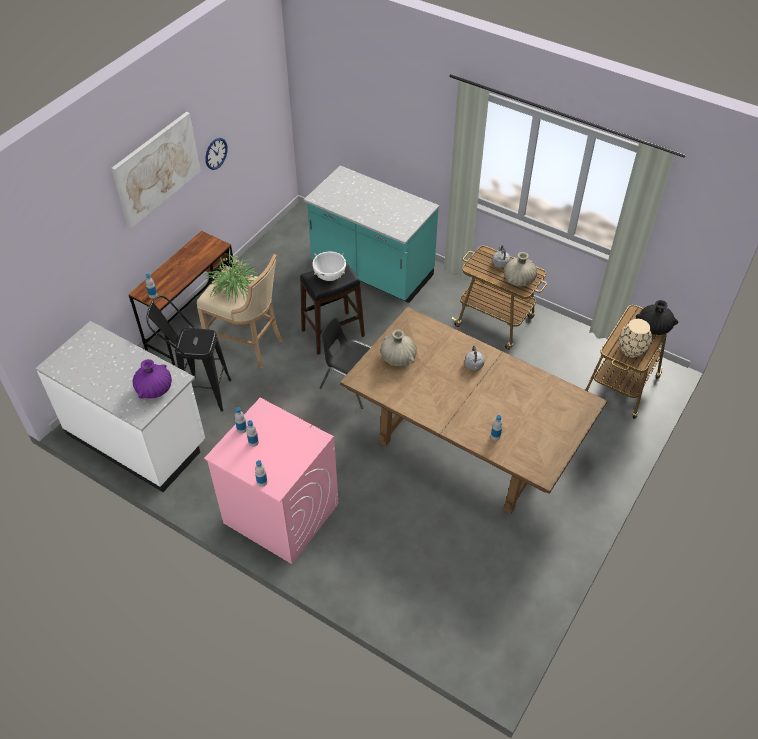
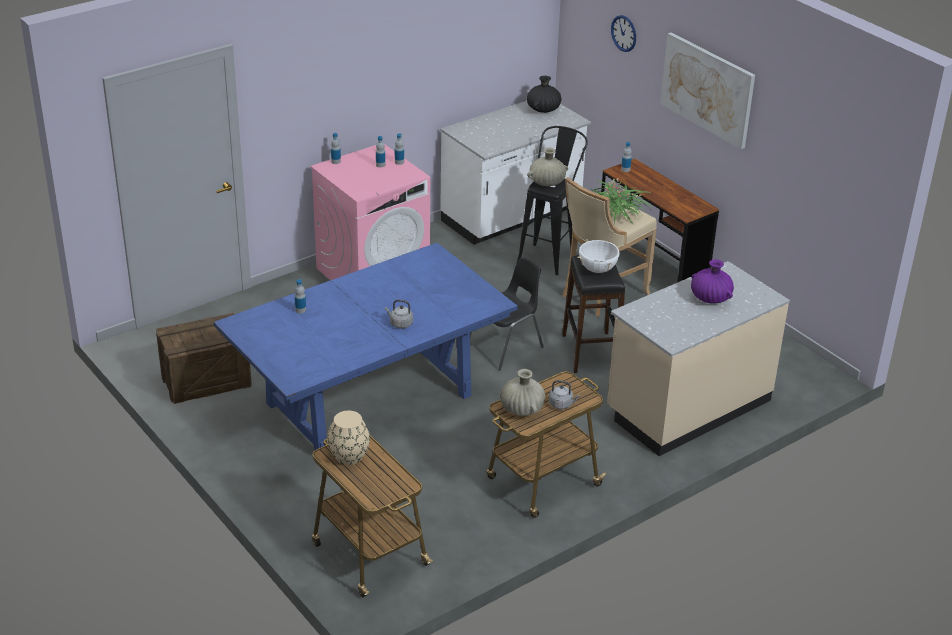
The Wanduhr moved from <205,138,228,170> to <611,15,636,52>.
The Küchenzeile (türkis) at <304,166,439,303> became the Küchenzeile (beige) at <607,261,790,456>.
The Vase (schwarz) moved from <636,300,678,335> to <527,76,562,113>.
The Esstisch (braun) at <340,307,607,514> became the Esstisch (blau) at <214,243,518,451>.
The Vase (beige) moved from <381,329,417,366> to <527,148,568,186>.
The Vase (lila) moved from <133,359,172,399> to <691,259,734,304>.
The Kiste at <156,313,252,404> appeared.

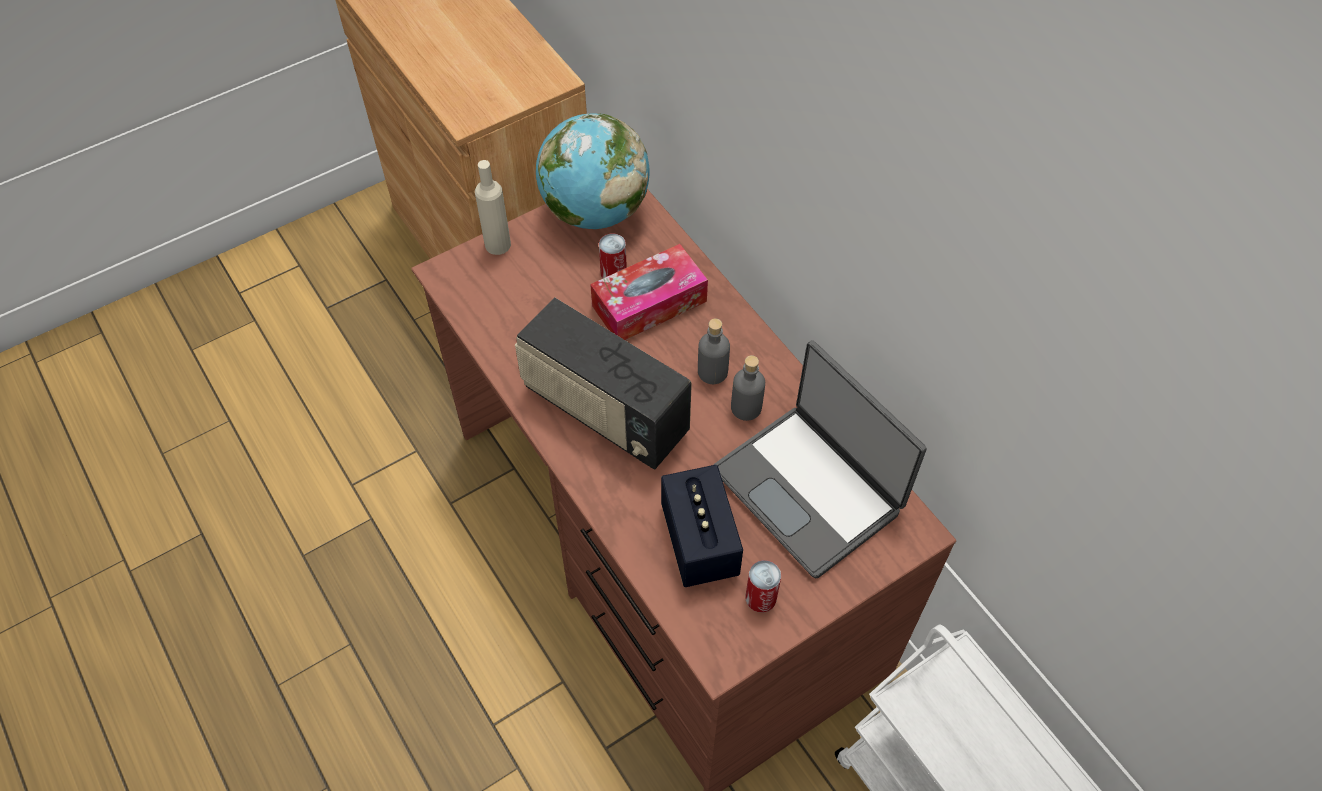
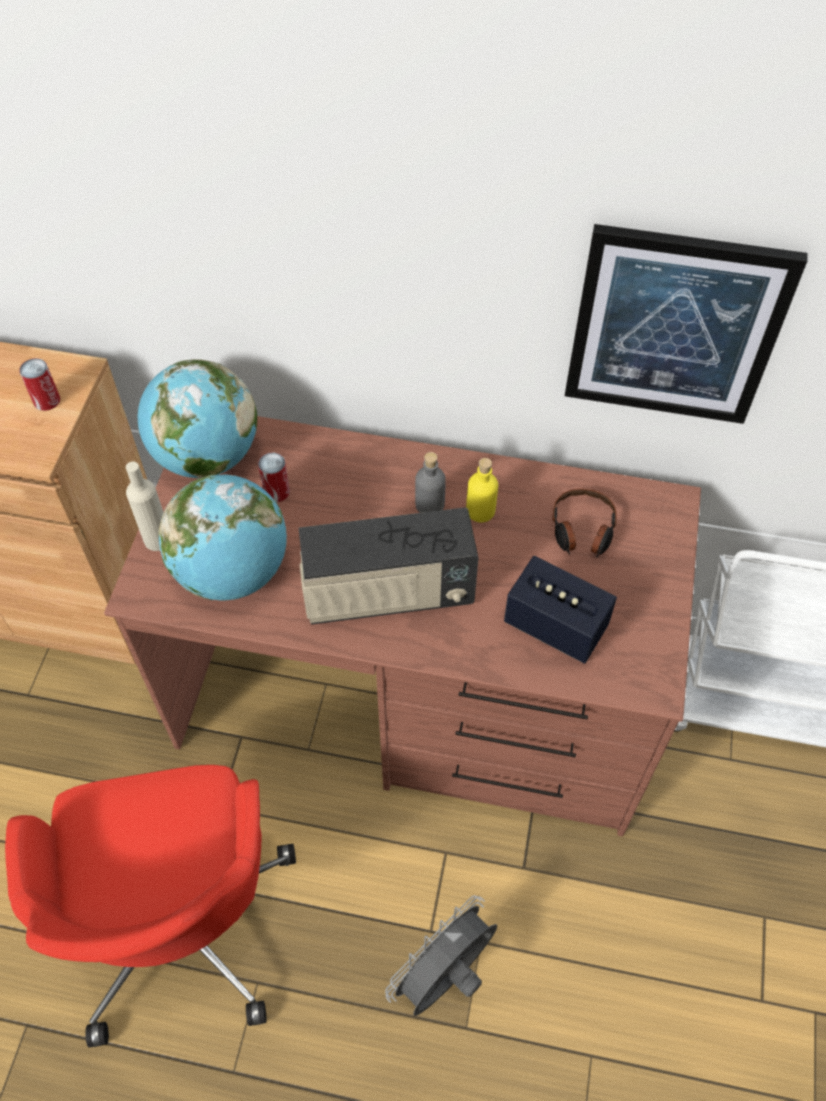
The Taschentuchbox at <590,244,708,340> disappeared.
The Laptop at <713,340,927,579> was replaced by the Kopfhörer at <552,489,617,558>.
The Flasche (grau) at <731,355,765,421> became the Flasche (gelb) at <466,458,498,522>.
The Dose moved from <746,560,781,612> to <19,358,60,411>.
The Bild at <565,224,807,424> appeared.
The Globus at <158,474,287,600> appeared.
The Bürostuhl (rot) at <5,765,296,1047> appeared.
The Ventilator (grau) at <385,895,497,1016> appeared.

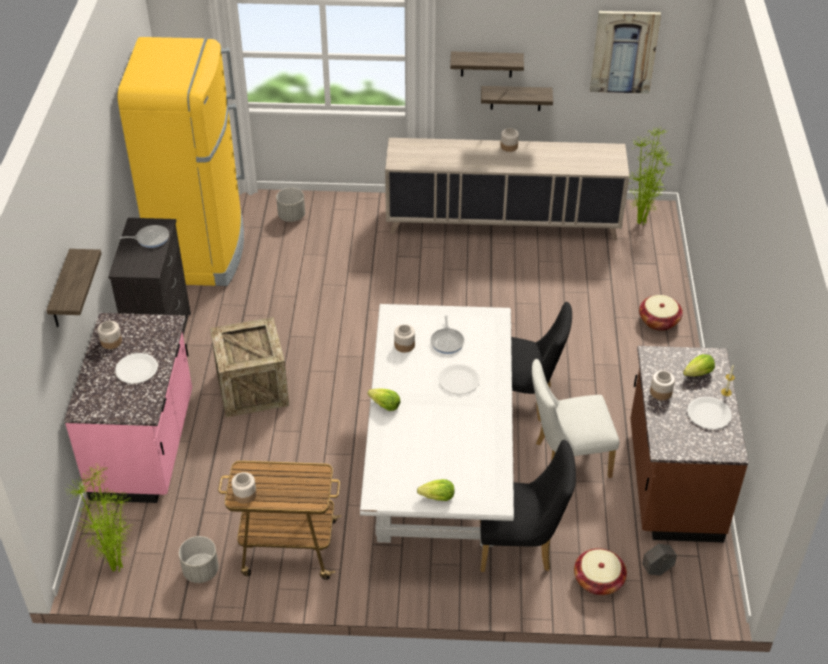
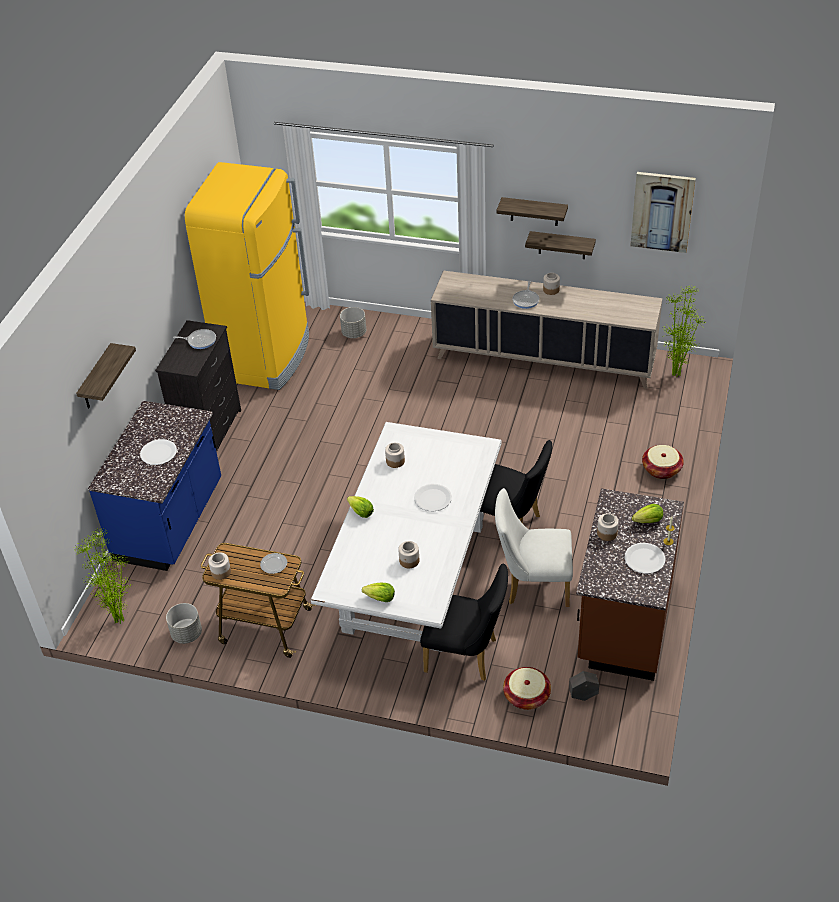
The Küchenzeile (rosa) at <64,313,192,503> became the Küchenzeile (blau) at <88,401,221,571>.
The Pfanne moved from <431,315,465,354> to <512,281,539,309>.
The Kiste at <210,317,289,417> disappeared.
The Vorratsglas moved from <97,321,122,349> to <398,541,419,568>.
The Teller at <260,553,287,574> appeared.

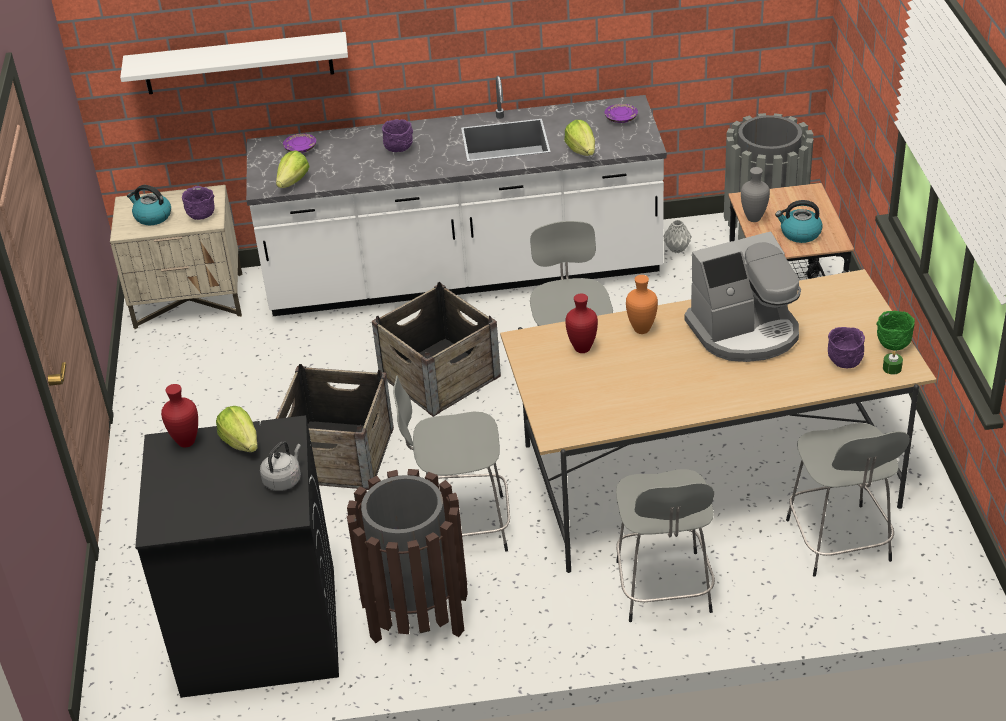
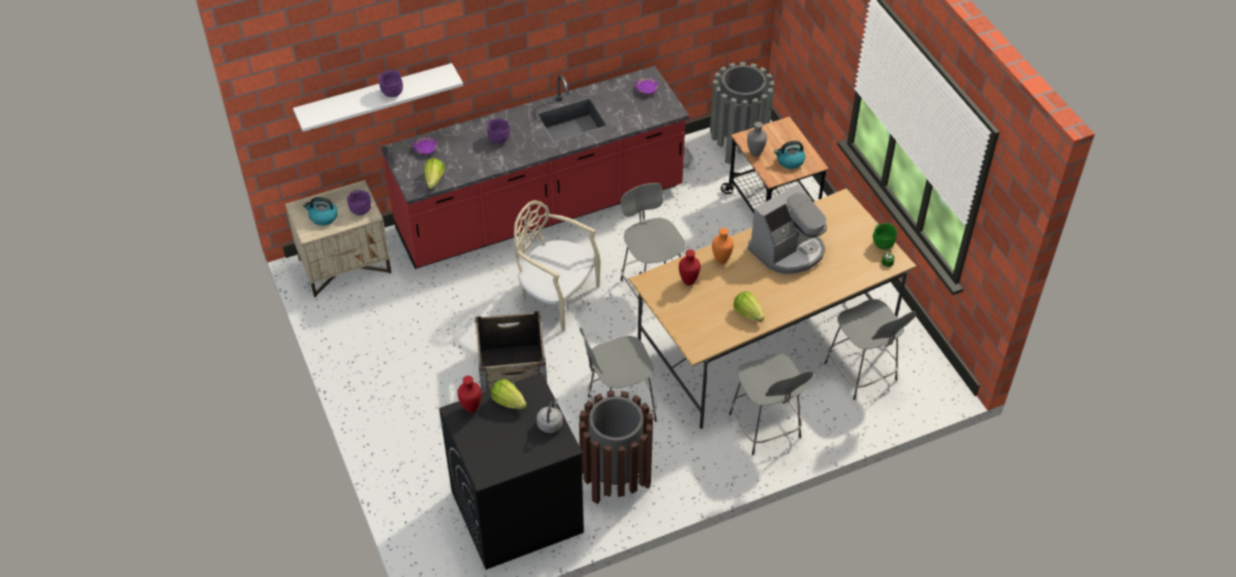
The Küchenzeile (weiß) at <246,76,667,316> became the Küchenzeile (rot) at <380,66,689,269>.
The Salatkopf moved from <564,120,595,156> to <733,291,764,322>.
The Kiste at <372,282,501,417> was replaced by the Stuhl (beige) at <514,200,601,331>.
The Schüssel (lila) moved from <828,327,865,368> to <378,70,403,97>.

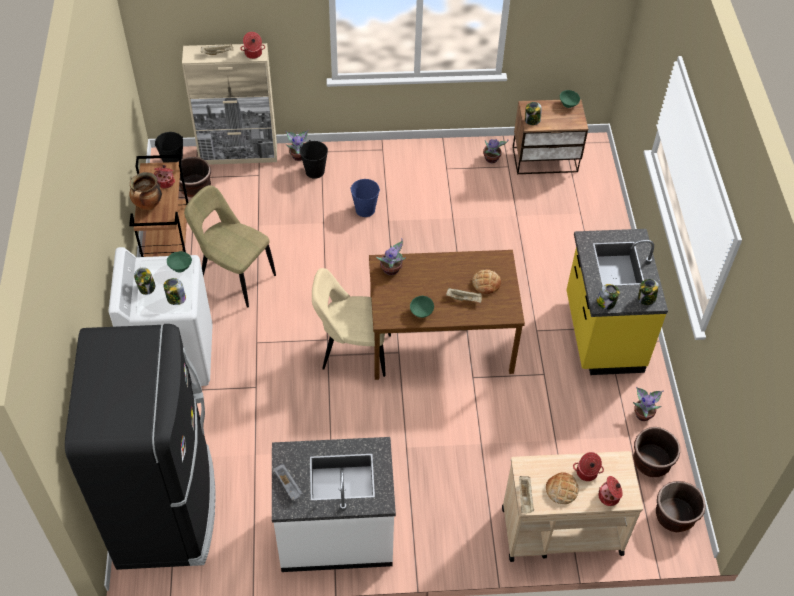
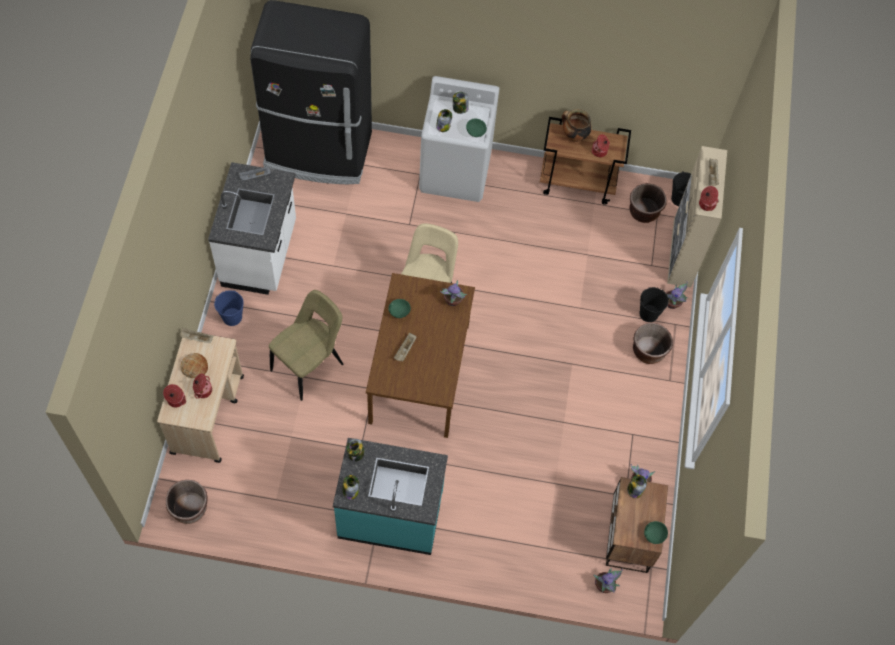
The Eimer (blau) moved from <350,179,380,217> to <214,290,244,326>.
The Stuhl (beige) moved from <184,185,276,307> to <269,290,343,401>.
The Küchenzeile (gelb) at <567,229,668,375> became the Küchenzeile (türkis) at <333,438,448,555>.
The Brot at <472,269,501,294> disappeared.
The Topfpflanze moved from <633,387,664,421> to <594,568,623,593>.
The Pflanzkübel (braun) moved from <633,427,680,477> to <633,323,673,364>.

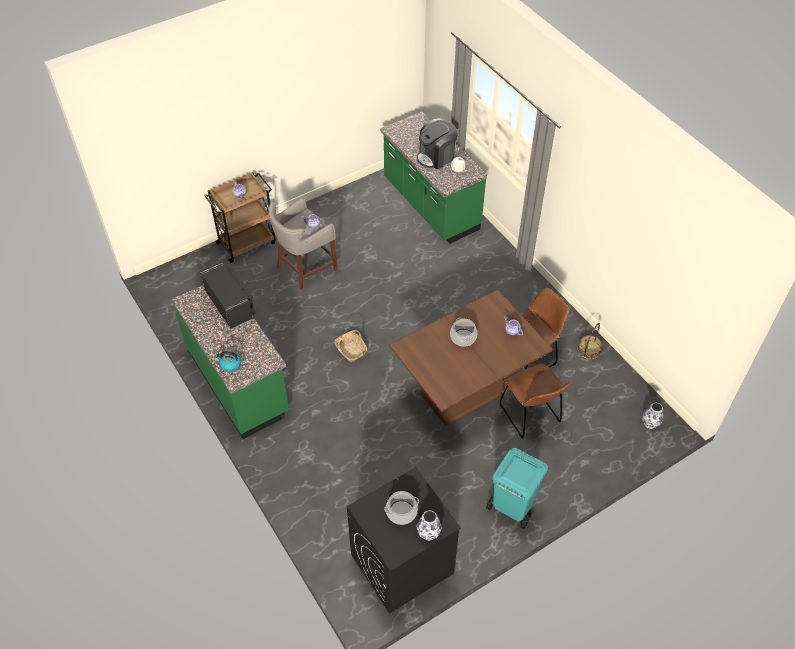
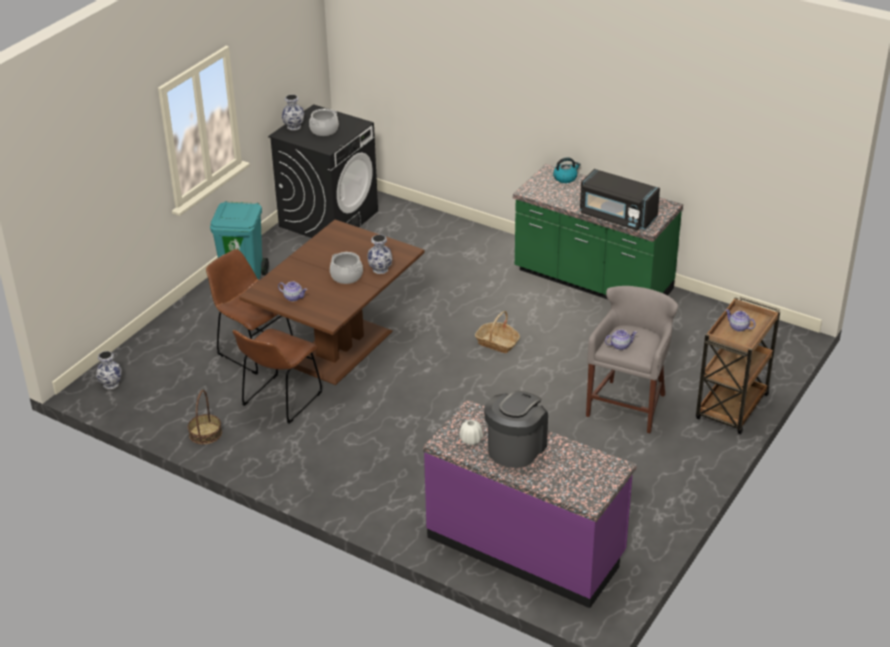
The Küchenzeile (grün) at <380,111,487,244> became the Küchenzeile (lila) at <423,400,637,608>.
The Vase at <367,235,392,274> appeared.

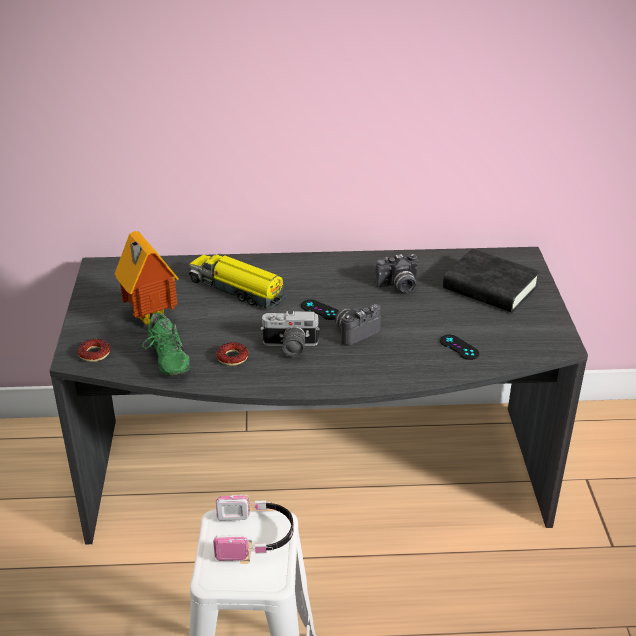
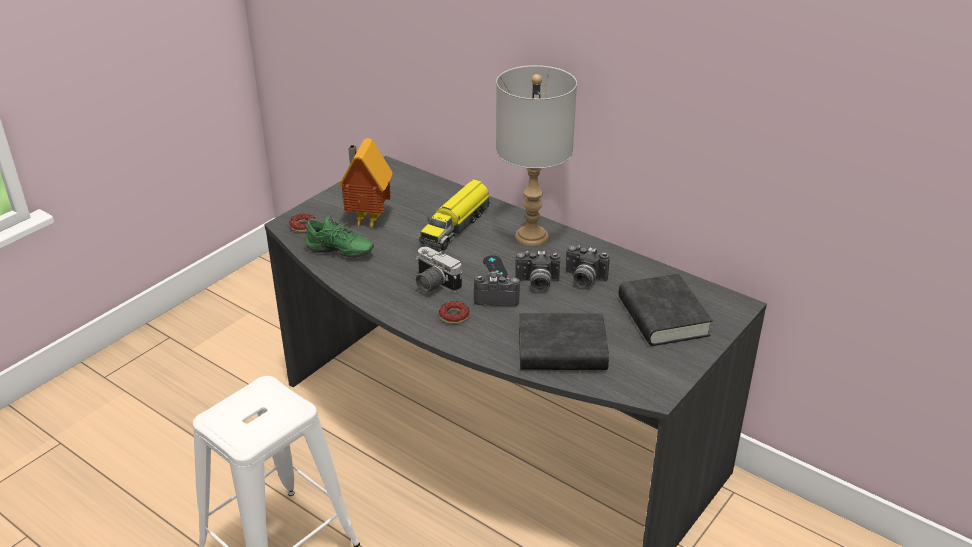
The Spielzeuglaster at <189,254,287,309> turned 135 degrees counterclockwise.
The Schuh (grün) at <142,313,190,376> turned 90 degrees counterclockwise.
The Gamepad (schwarz) at <440,334,479,360> was replaced by the Buch (schwarz) at <519,313,609,370>.
The Donut moved from <217,342,248,366> to <439,301,470,324>.
The Kopfhörer at <213,495,294,561> disappeared.
The Tischlampe (grau) at <496,65,577,246> appeared.
The Kamera at <515,251,560,291> appeared.

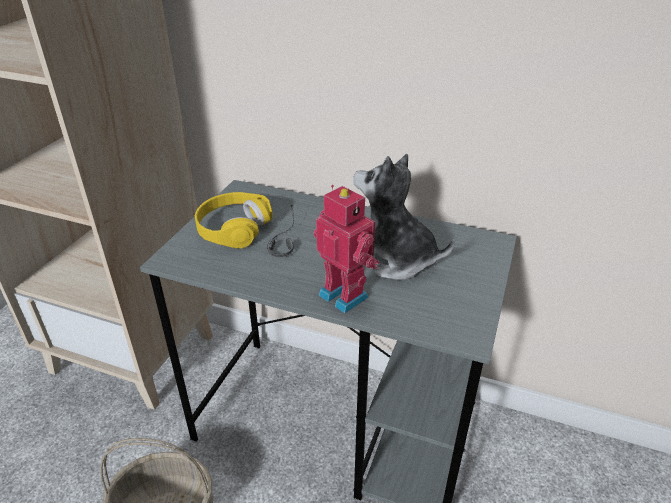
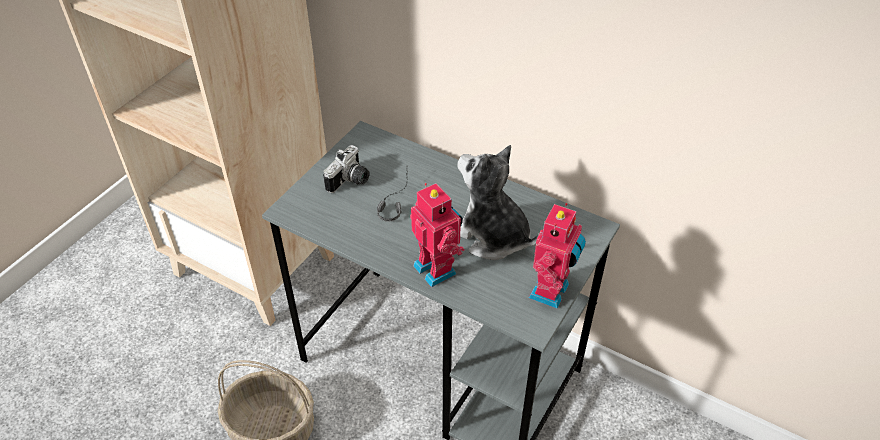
The Kopfhörer (gelb) at <195,192,273,248> was replaced by the Kamera at <323,145,370,193>.
The Spielzeugroboter at <529,203,586,309> appeared.

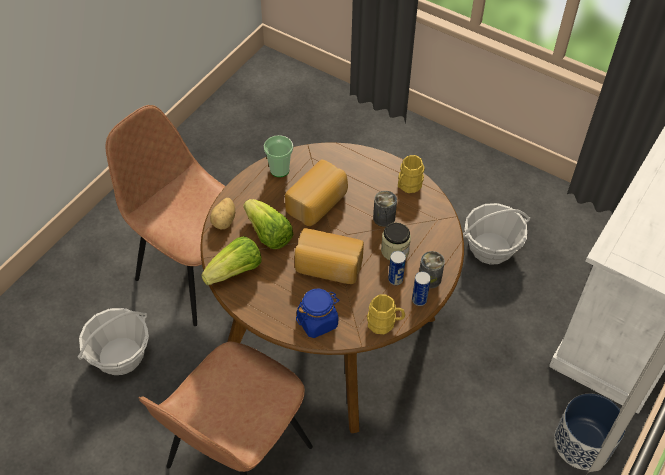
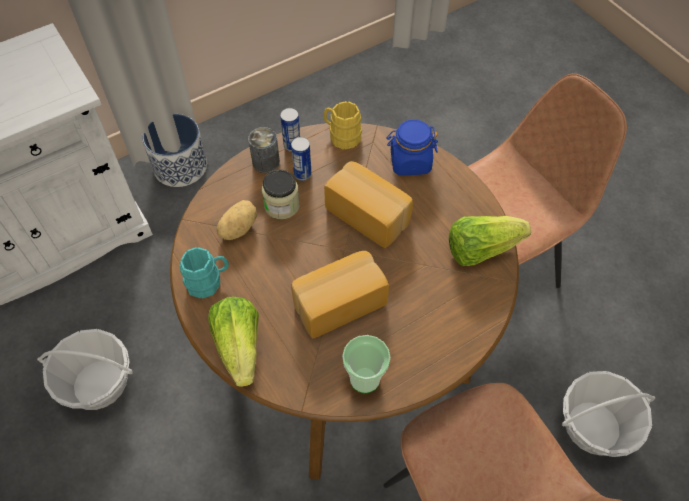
The Henkelbecher (gelb) at <398,155,425,193> became the Henkelbecher (türkis) at <180,247,229,298>.
The Dose at <373,191,397,227> disappeared.
The Kartoffel moved from <210,198,235,230> to <216,200,257,240>.
The Salatkopf moved from <243,199,293,249> to <208,297,259,387>.

